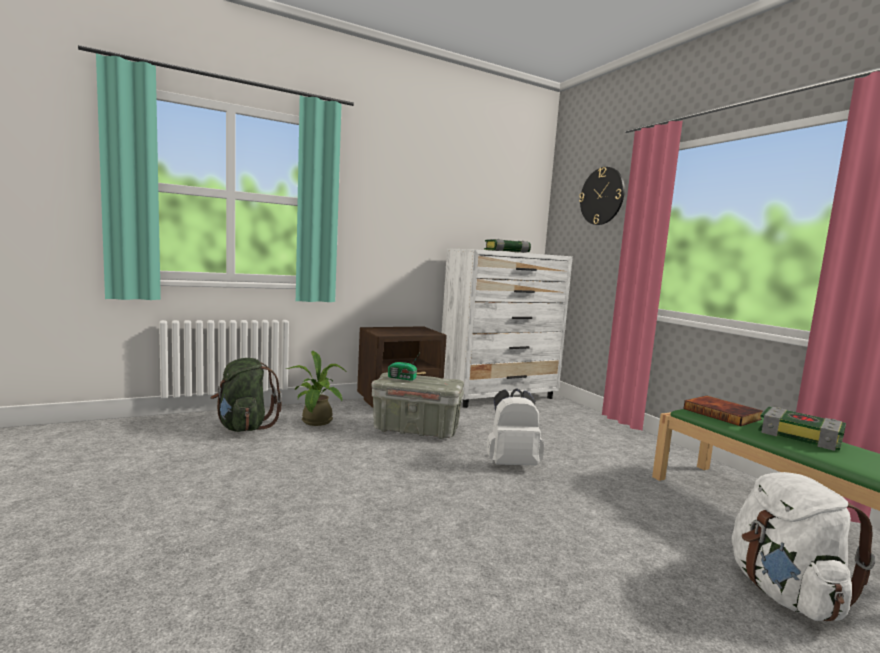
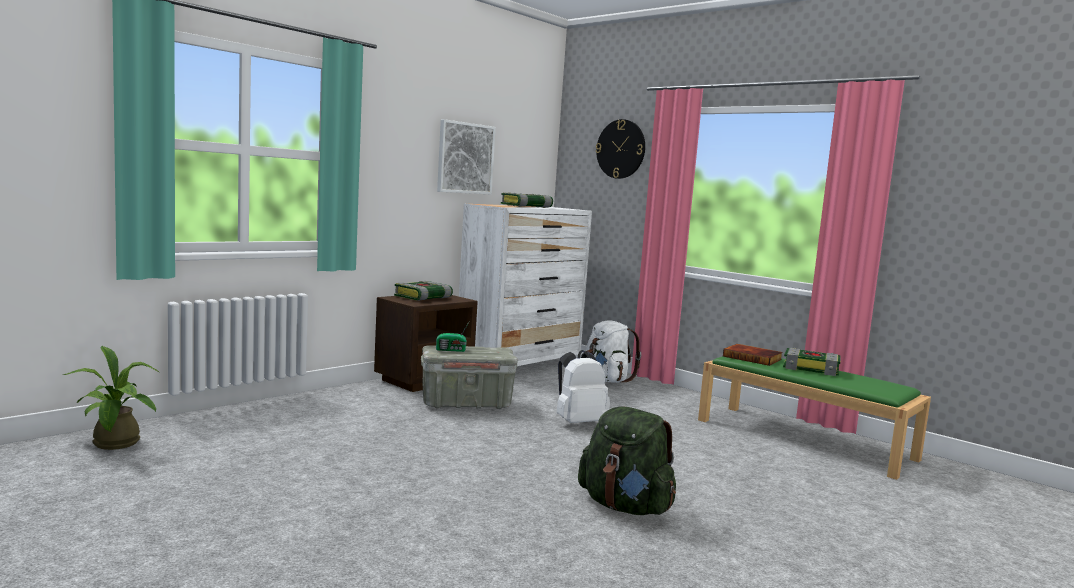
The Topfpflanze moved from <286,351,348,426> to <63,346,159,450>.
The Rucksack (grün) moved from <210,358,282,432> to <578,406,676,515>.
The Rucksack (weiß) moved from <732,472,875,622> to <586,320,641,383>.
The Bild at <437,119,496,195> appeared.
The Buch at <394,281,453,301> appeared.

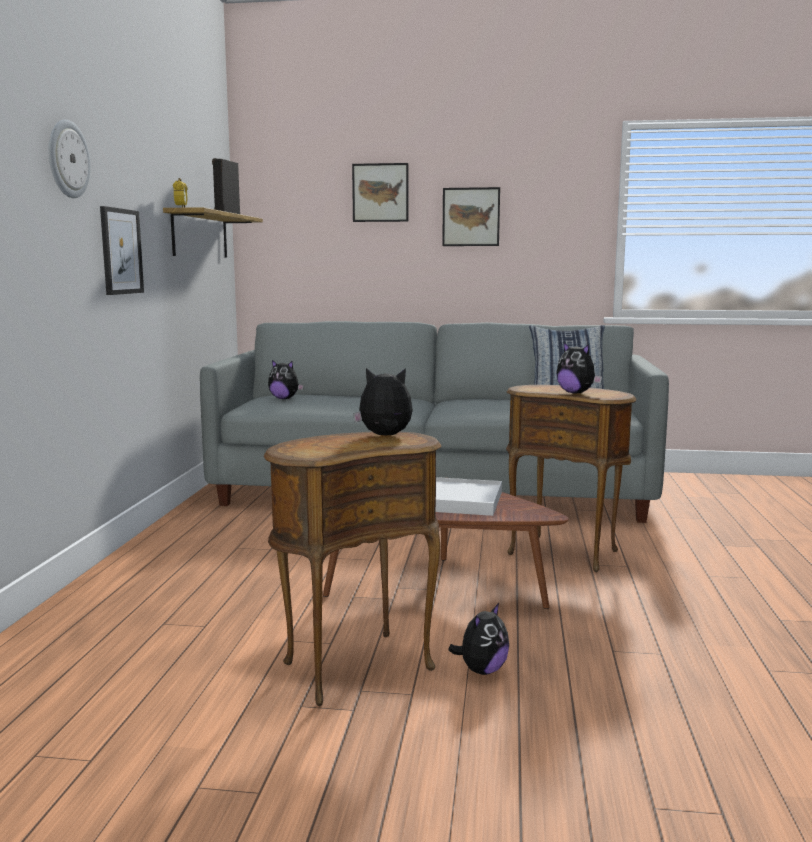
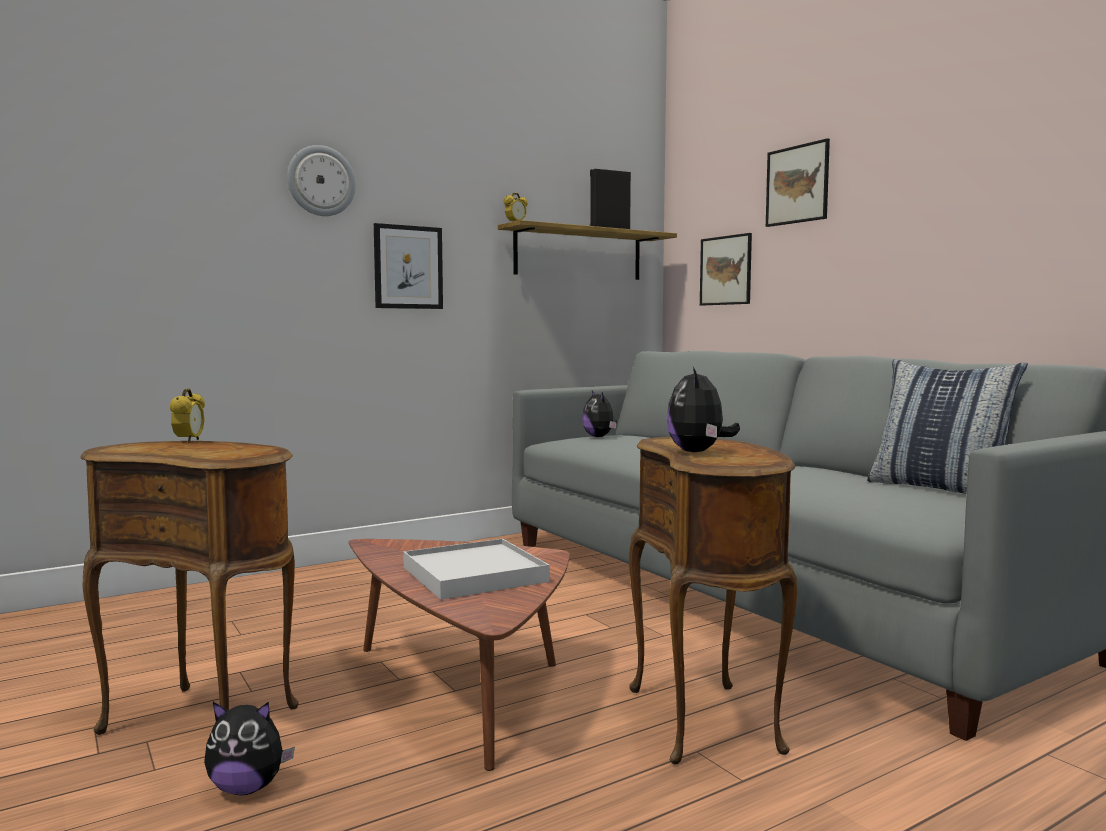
The Bild moved from <442,187,500,246> to <700,233,752,306>.
The Plüschtier at <353,368,413,435> disappeared.
The Wecker at <170,388,205,443> appeared.

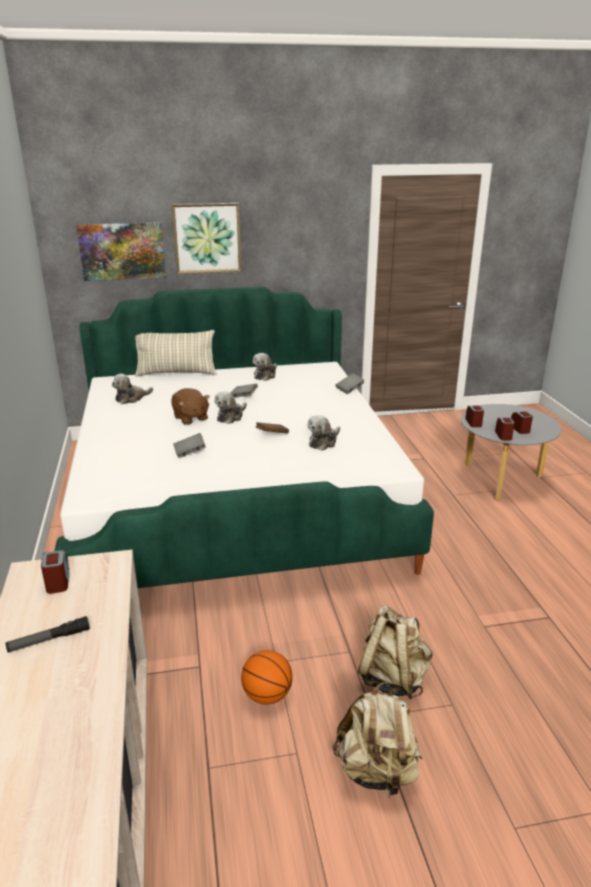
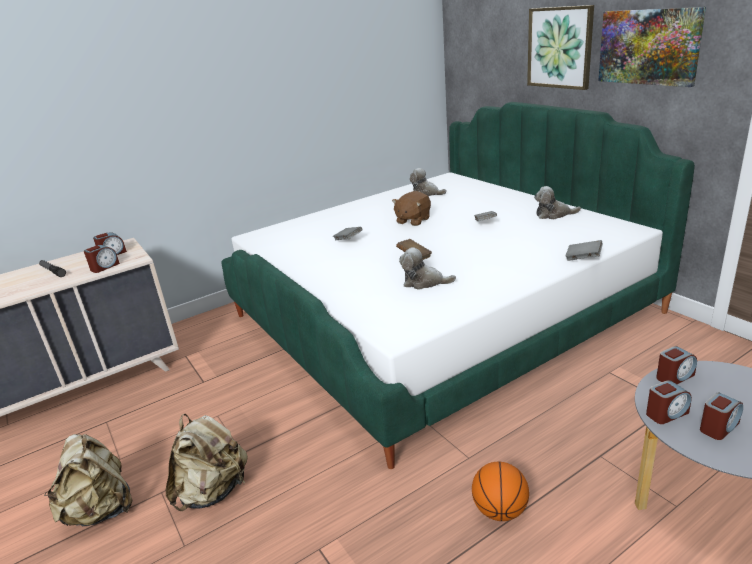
The Bild moved from <76,222,166,281> to <598,7,706,87>.
The Kissen at <135,330,217,377> disappeared.
The Plüschtier at <215,391,247,424> disappeared.
The Basketball moved from <241,650,293,705> to <472,462,529,521>.
The Wecker at <84,245,120,273> appeared.

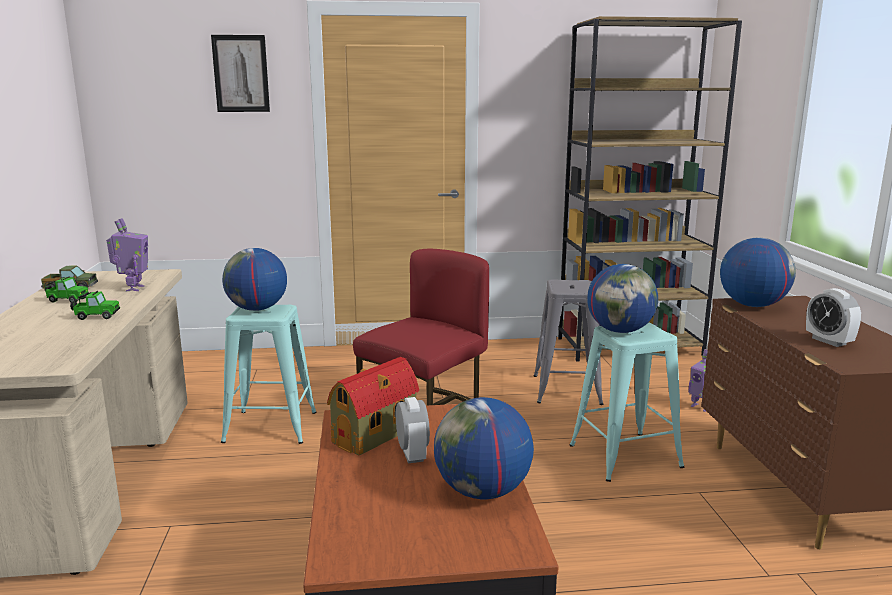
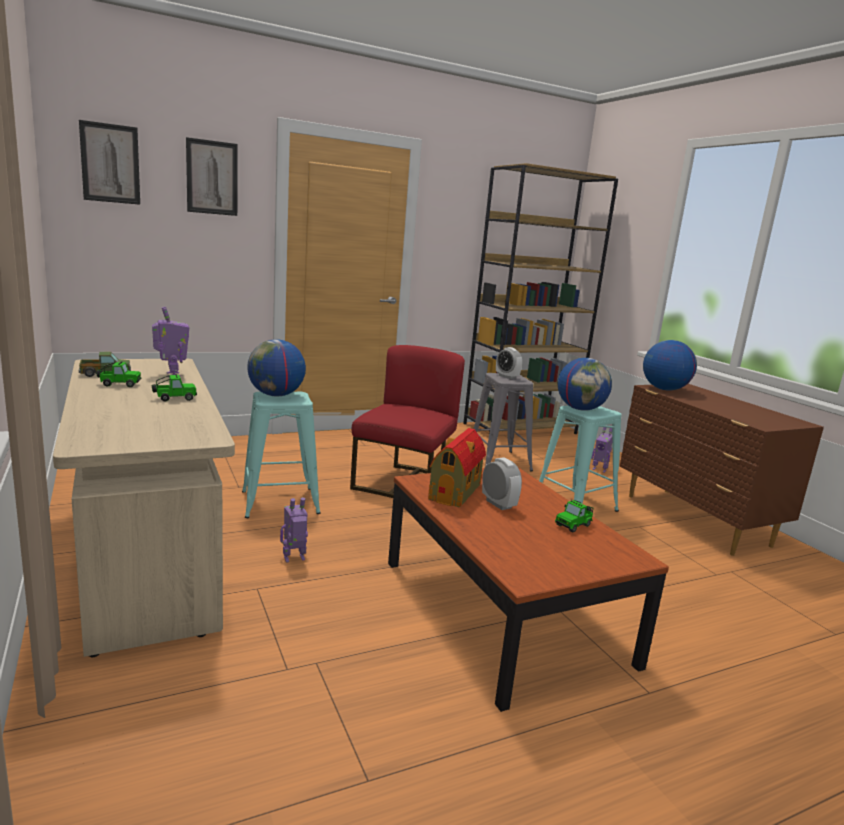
The Wecker moved from <806,288,861,347> to <496,347,522,379>.
The Globus at <434,397,534,499> was replaced by the Spielzeugauto at <555,500,593,532>.
The Bild at <79,120,140,205> appeared.
The Spielzeugroboter at <280,497,308,563> appeared.

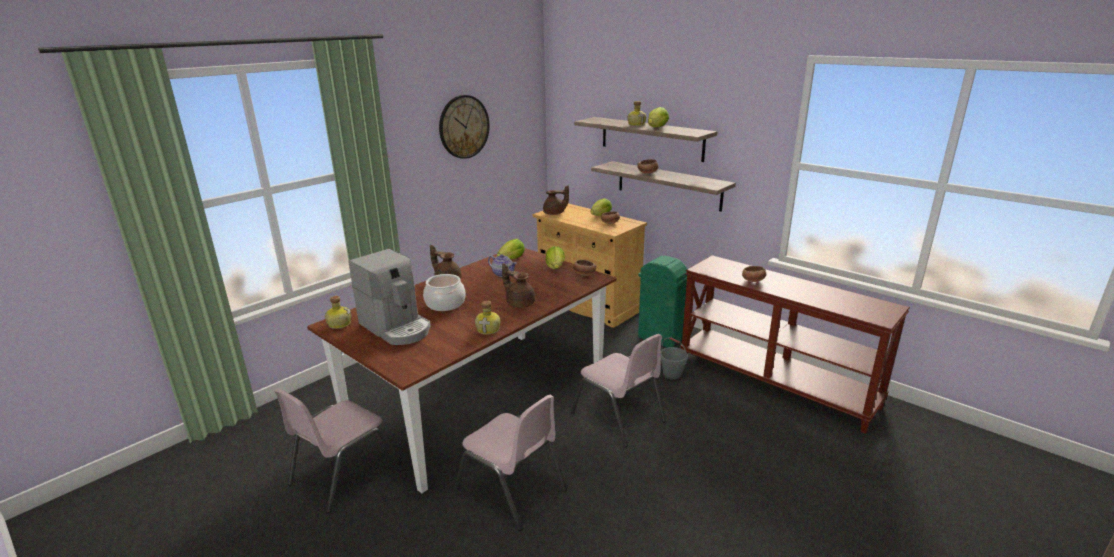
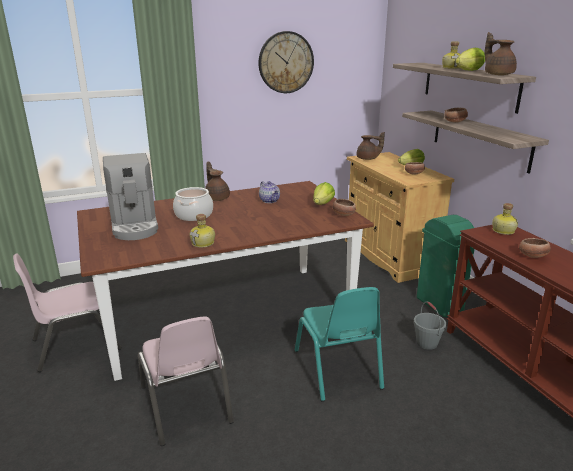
The Salatkopf at <497,239,525,259> disappeared.
The Teekanne (braun) moved from <502,263,535,308> to <485,32,517,75>.
The Flasche moved from <325,296,352,329> to <492,203,518,235>.
The Stuhl (rosa) at <570,334,666,447> became the Stuhl (türkis) at <295,287,384,402>.

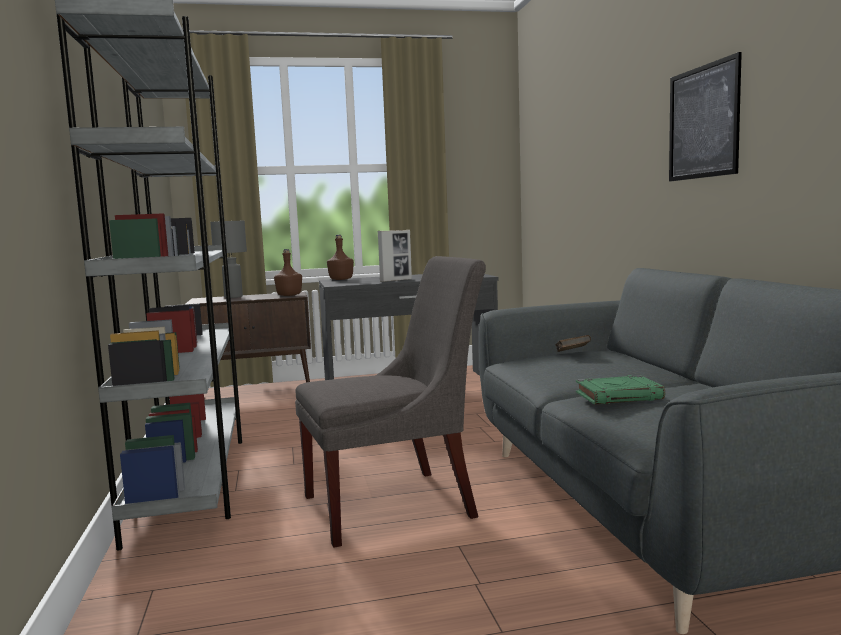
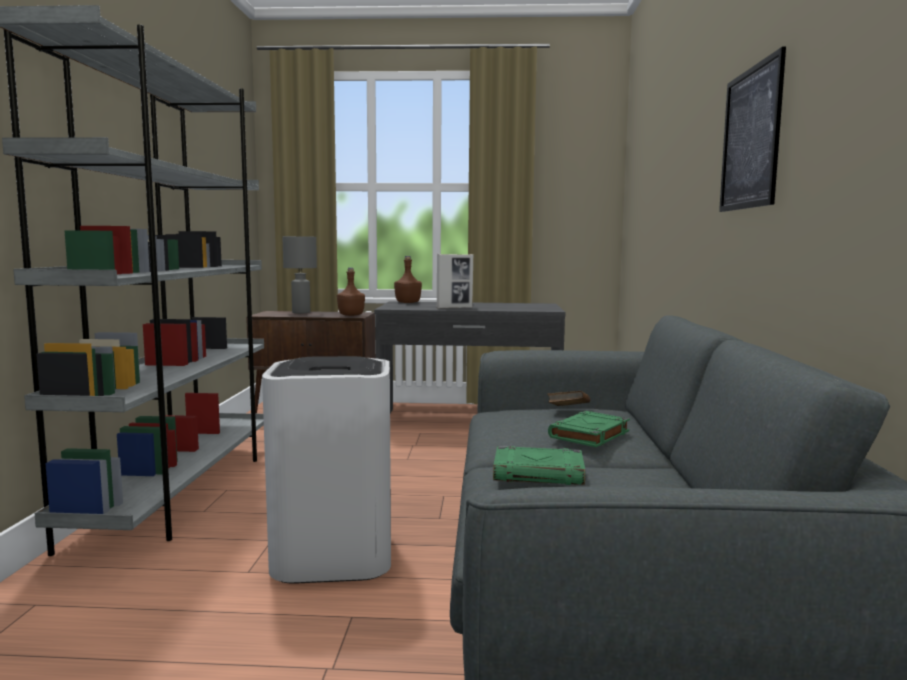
The Stuhl (grau) at <295,256,486,548> was replaced by the Mülleimer (weiß) at <262,356,391,584>.
The Buch (grün) at <548,411,630,447> appeared.

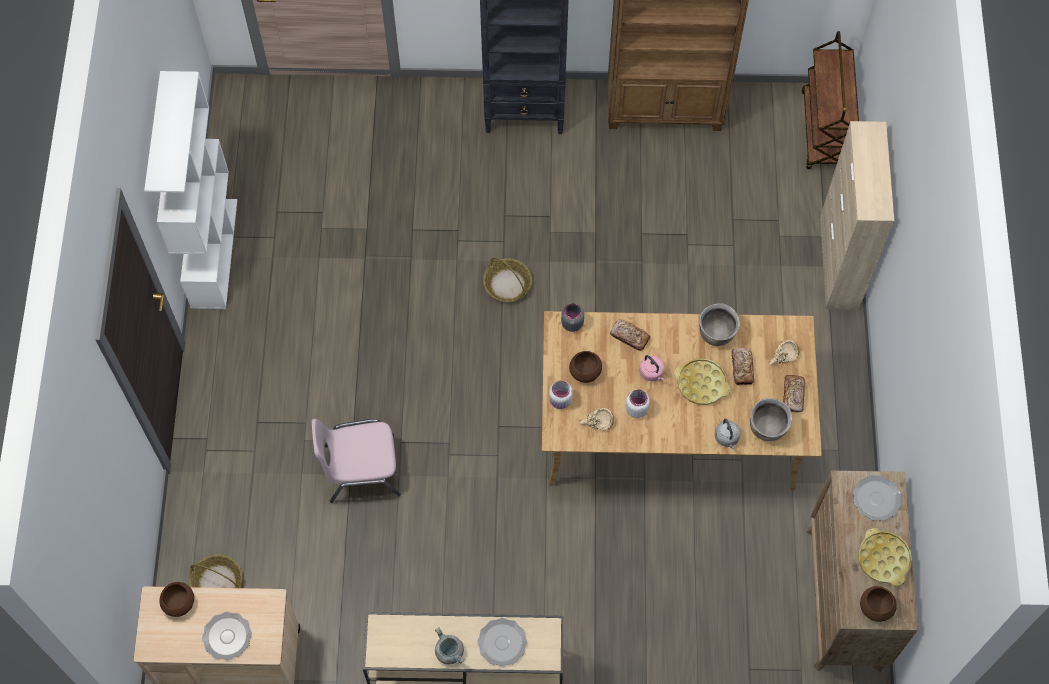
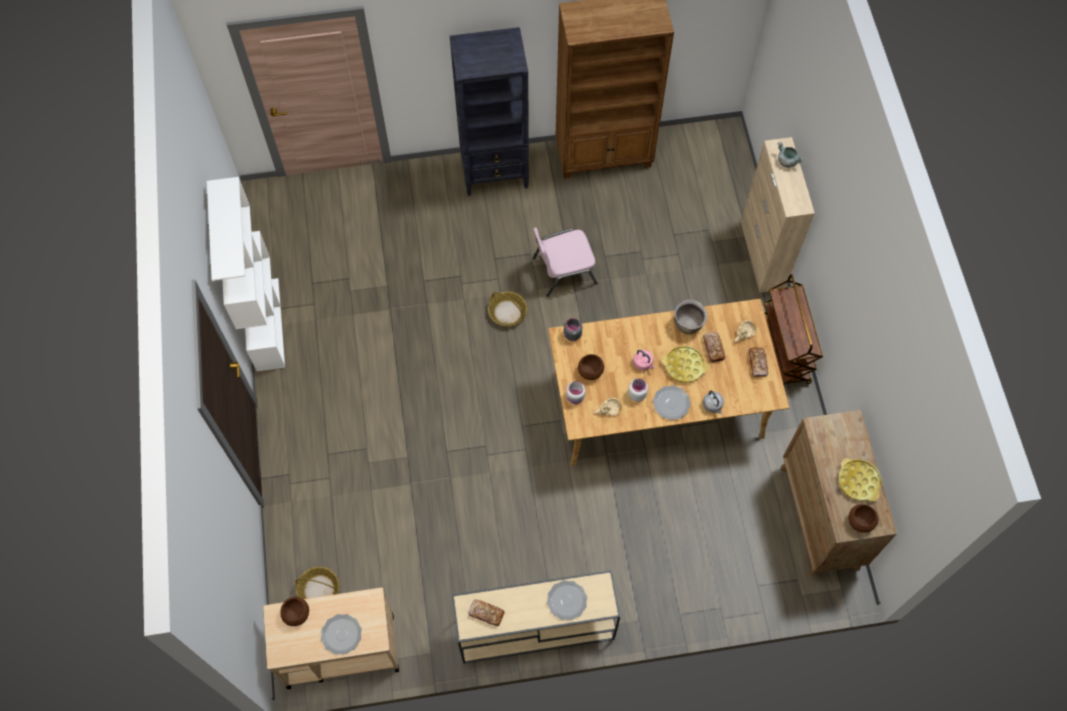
The Rollwagen (braun) moved from <802,31,859,169> to <764,274,823,384>.
The Brot moved from <610,319,651,351> to <468,600,505,626>.
The Kochtopf (braun) at <750,398,792,441> disappeared.
The Stuhl (rosa) moved from <312,419,401,503> to <533,227,598,297>.
The Teller moved from <853,475,902,521> to <653,385,691,420>.
The Kochtopf (grau) moved from <435,628,465,664> to <777,141,804,168>.

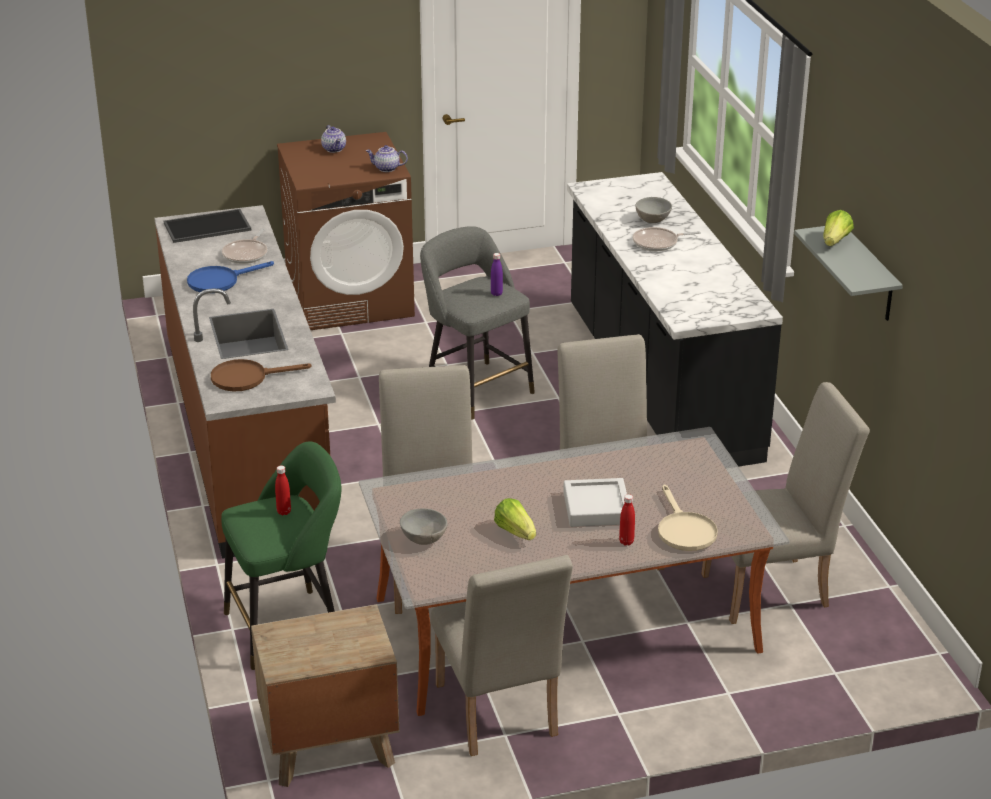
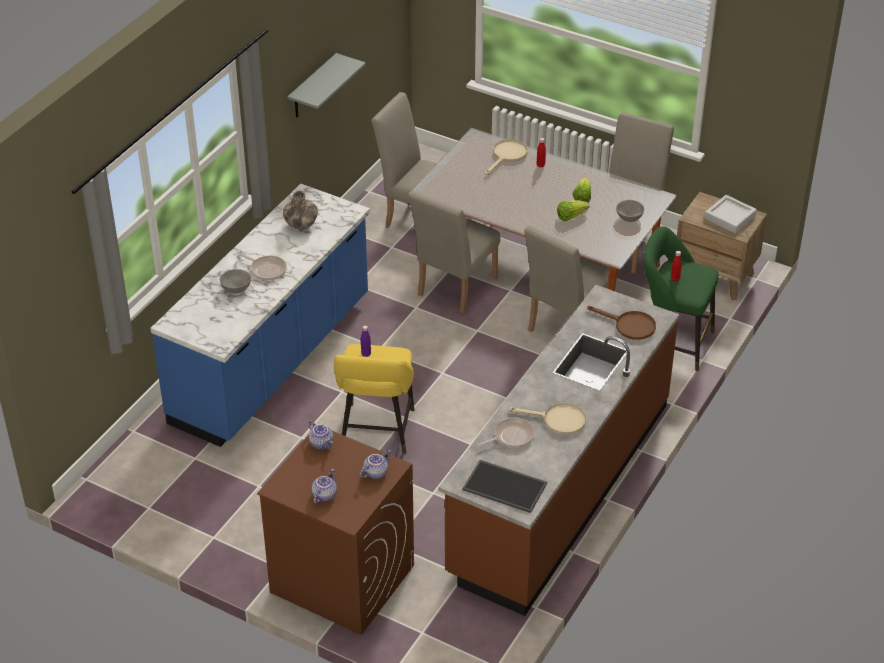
The Küchenzeile (schwarz) at <567,172,783,467> became the Küchenzeile (blau) at <151,184,370,447>.
The Salatkopf moved from <823,210,854,246> to <557,200,589,221>.
The Hocker (grau) at <420,226,535,420> became the Hocker (gelb) at <334,344,414,454>.
The Pfanne (blau) at <187,261,274,292> became the Pfanne (beige) at <509,403,586,435>.
The Tablett (grau) moved from <563,478,627,527> to <705,195,757,233>.
The Vase at <283,191,318,230> appeared.
The Teekanne at <360,450,391,479> appeared.

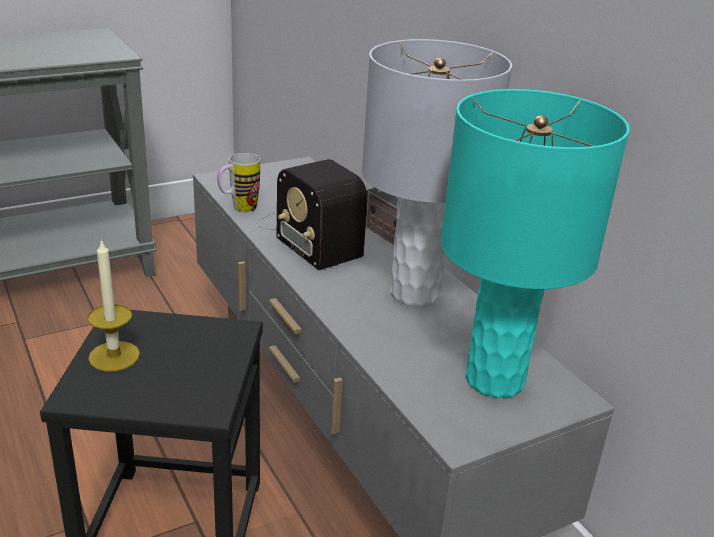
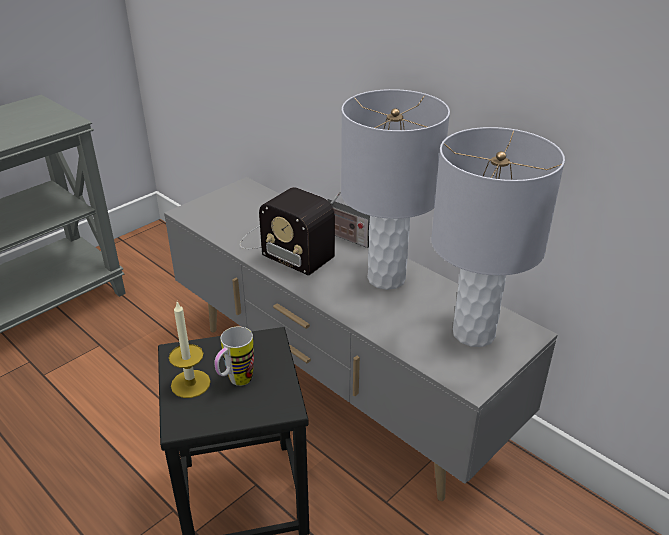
The Tischlampe (türkis) at <440,89,630,398> became the Tischlampe (grau) at <431,127,565,347>.
The Henkelbecher moved from <217,153,260,212> to <214,327,254,386>.

